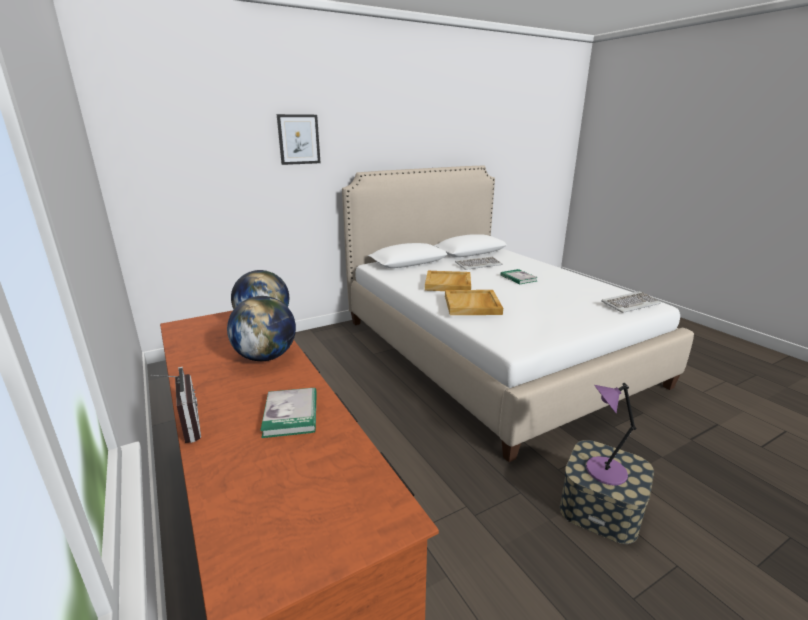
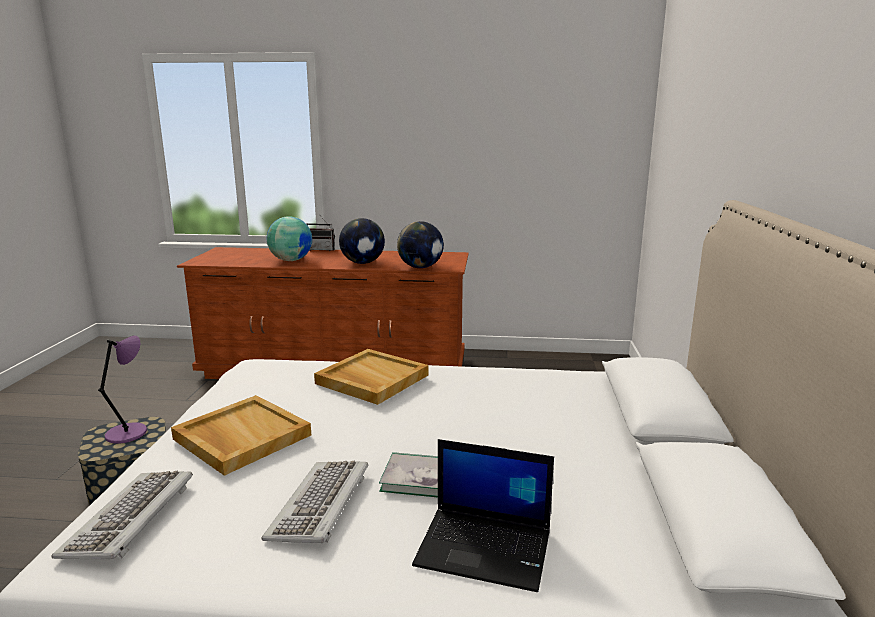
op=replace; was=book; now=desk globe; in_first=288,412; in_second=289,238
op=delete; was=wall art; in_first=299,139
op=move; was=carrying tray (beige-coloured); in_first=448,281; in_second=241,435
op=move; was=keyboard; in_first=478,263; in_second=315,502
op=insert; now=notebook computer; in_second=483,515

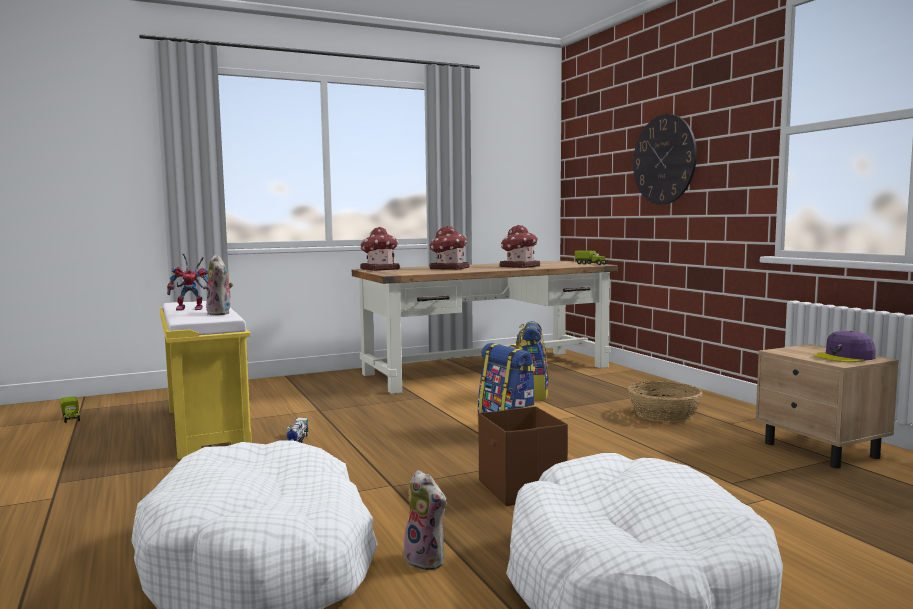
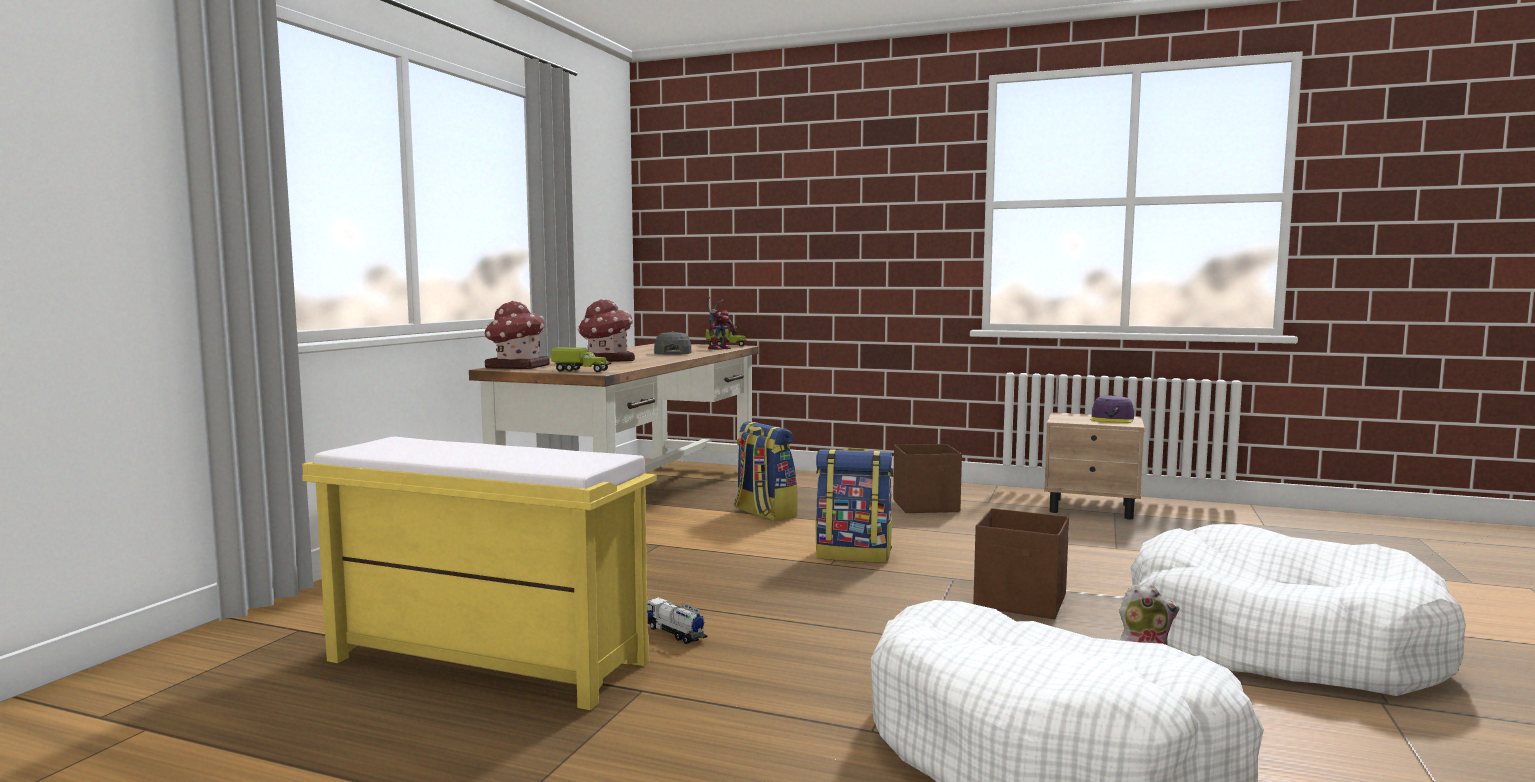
op=move; was=model truck; in_first=70,409; in_second=581,359
op=move; was=robot figure; in_first=187,282; in_second=722,323
op=delete; was=soft toy; in_first=219,284
op=replace; was=toy house; now=baseball cap (grey); in_first=520,246; in_second=673,343
op=replace; was=storage basket; now=storage bin (brownish); in_first=665,402; in_second=927,478
op=delete; was=hanging clock; in_first=665,159

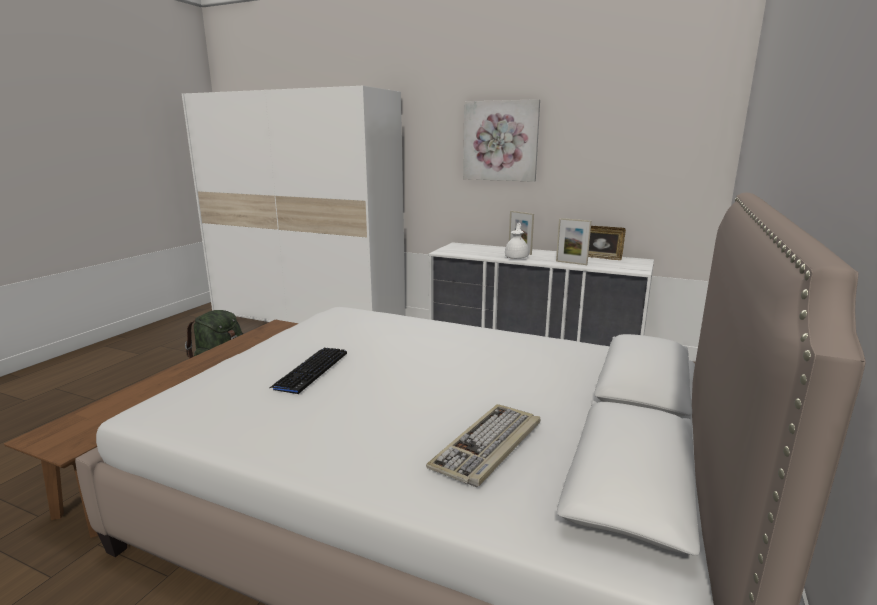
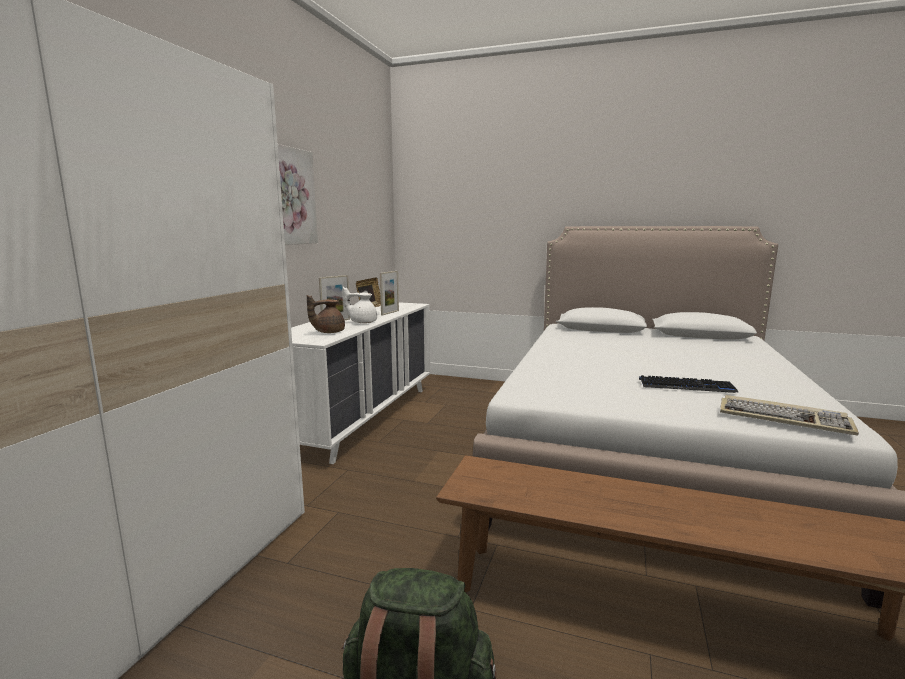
op=move; was=keyboard; in_first=483,445; in_second=789,415
op=insert; now=pot for tea (brownish); in_second=326,314

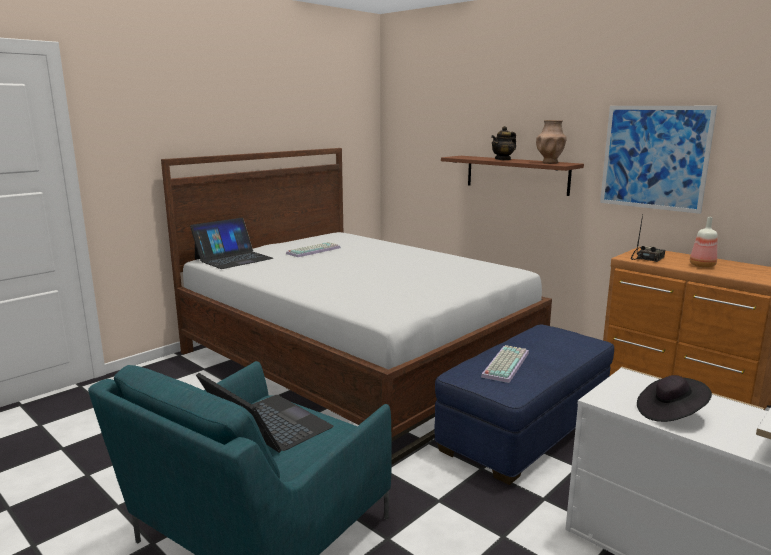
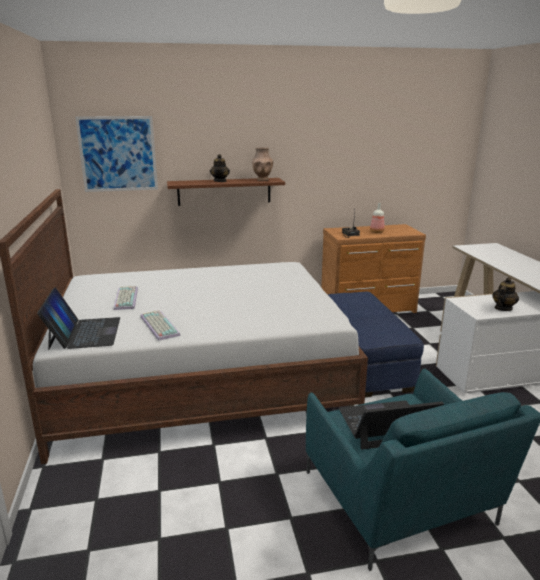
op=move; was=keyboard; in_first=505,364; in_second=160,325
op=move; was=wall art; in_first=658,160; in_second=116,154
op=replace; was=clothing hat (blackish); now=pot for tea; in_first=674,398; in_second=505,294

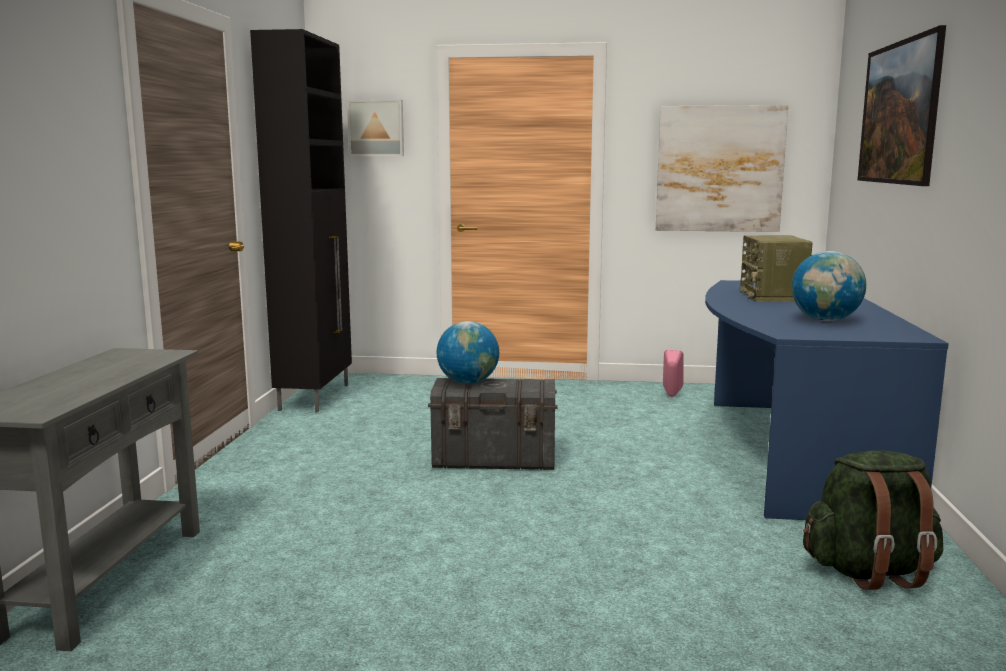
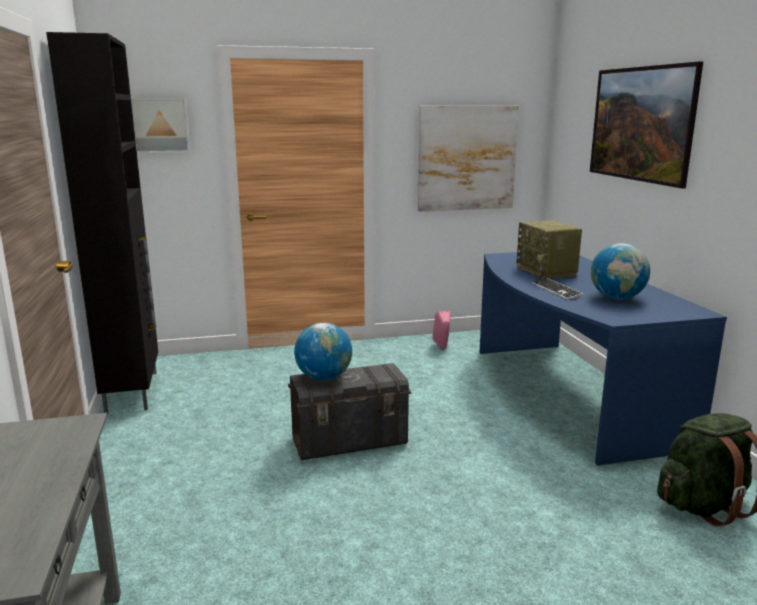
op=insert; now=keyboard; in_second=557,289

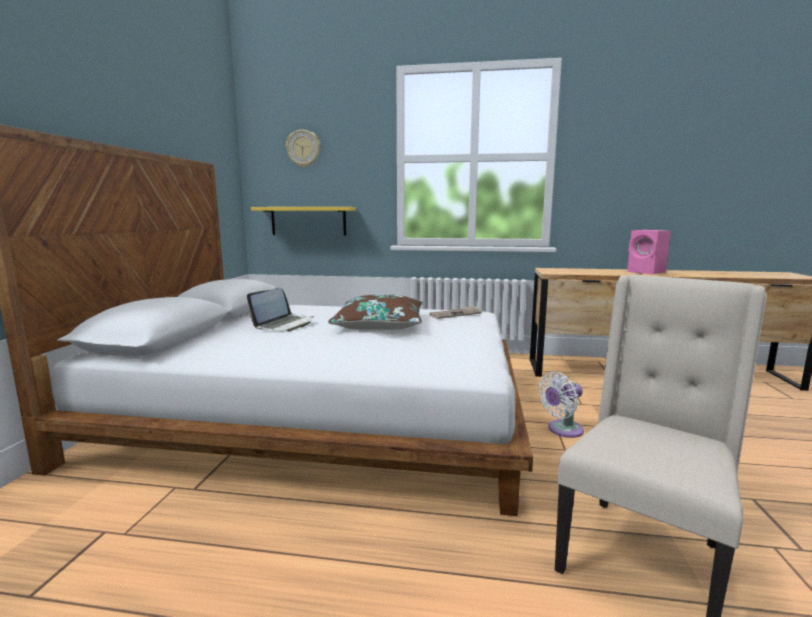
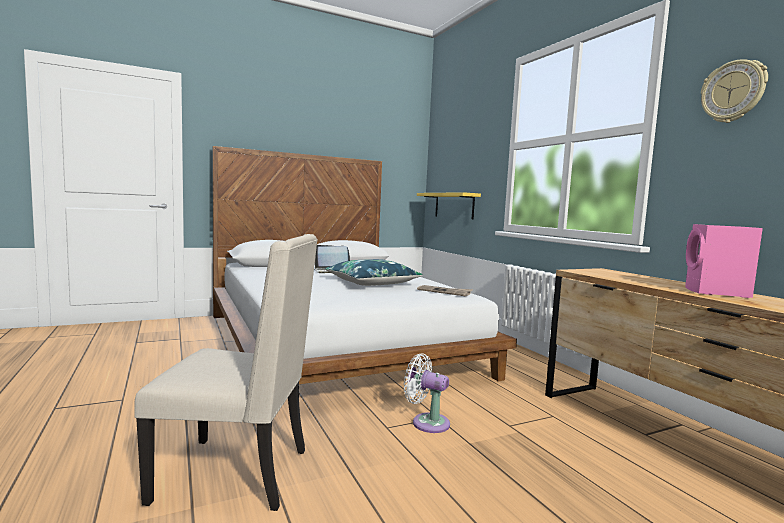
op=move; was=hanging clock; in_first=303,148; in_second=734,91
op=recolor; was=throw pillow (brownish); now=throw pillow (bluish); in_first=375,312; in_second=374,272

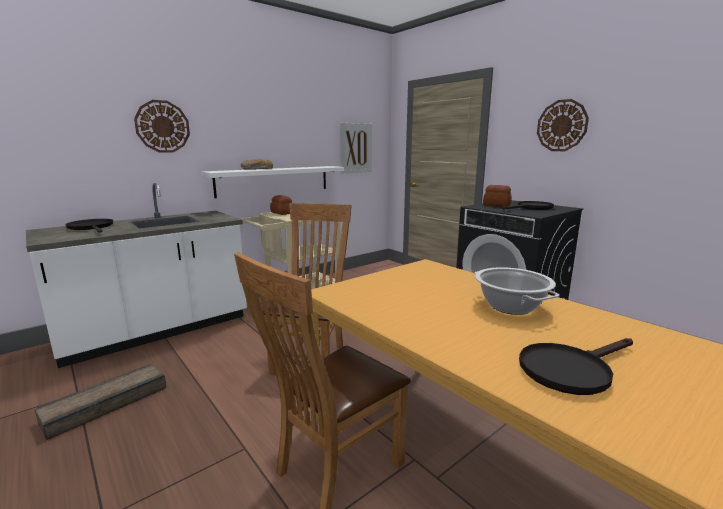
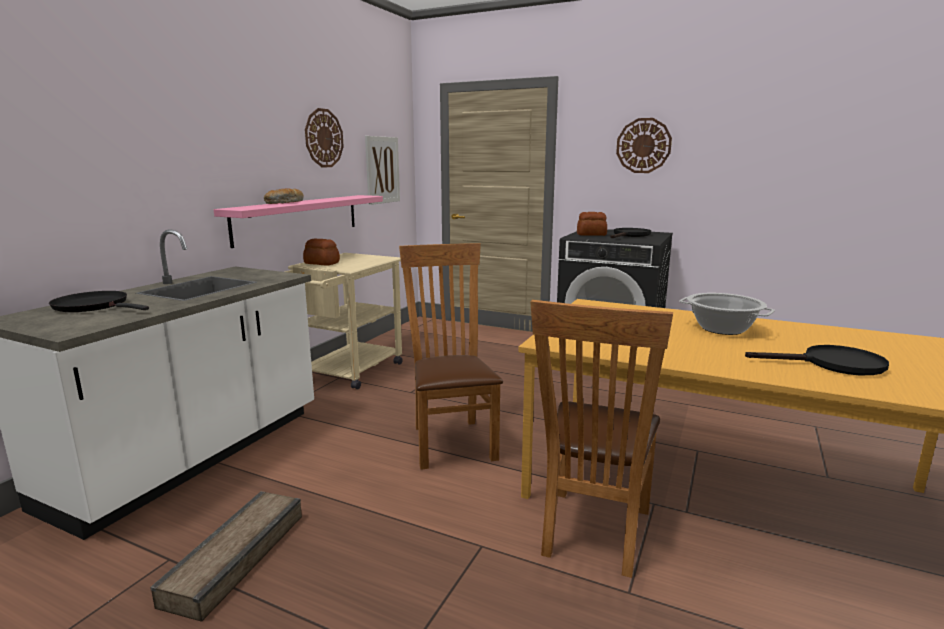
op=move; was=hanging clock; in_first=162,126; in_second=324,137
op=recolor; was=bracket shelf (white); now=bracket shelf (pinkish); in_first=272,182; in_second=298,221
op=rotate; was=frying pan (blackish); in_first=576,366; in_second=817,360; clockwise=-120

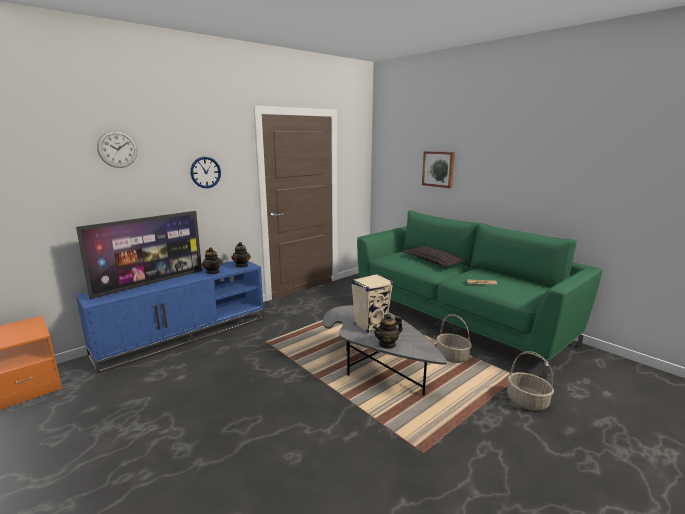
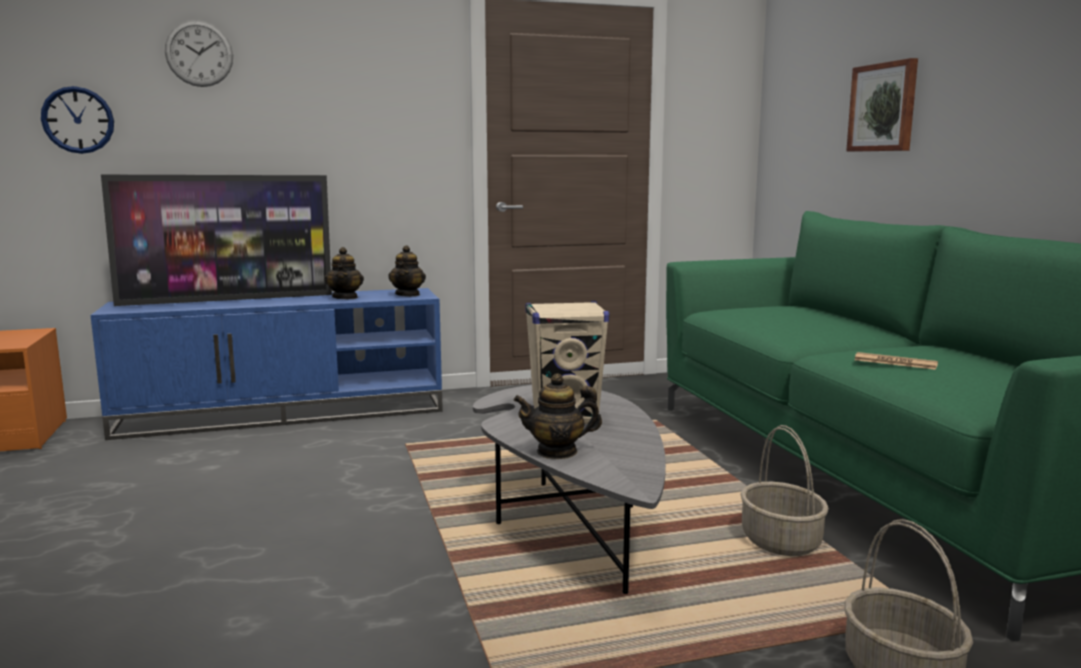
op=move; was=hanging clock; in_first=205,172; in_second=77,120
op=delete; was=throw pillow; in_first=435,256

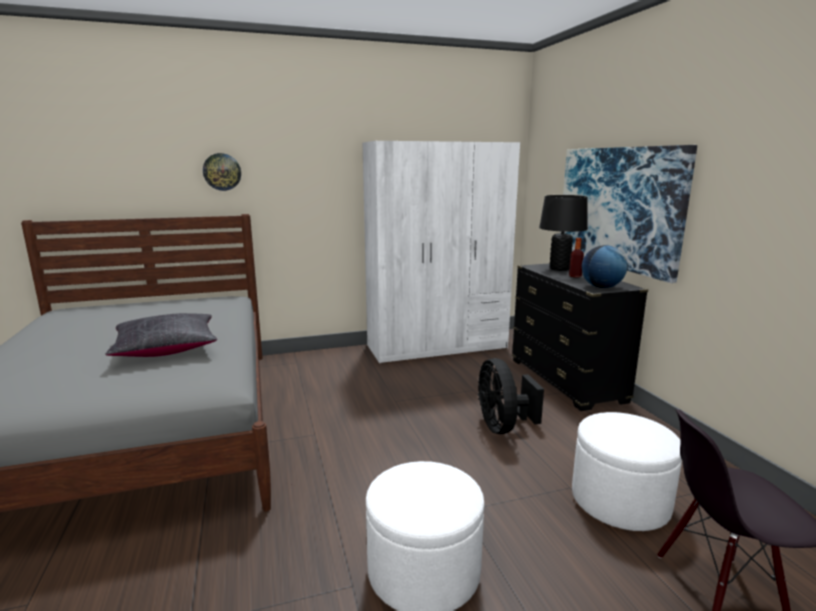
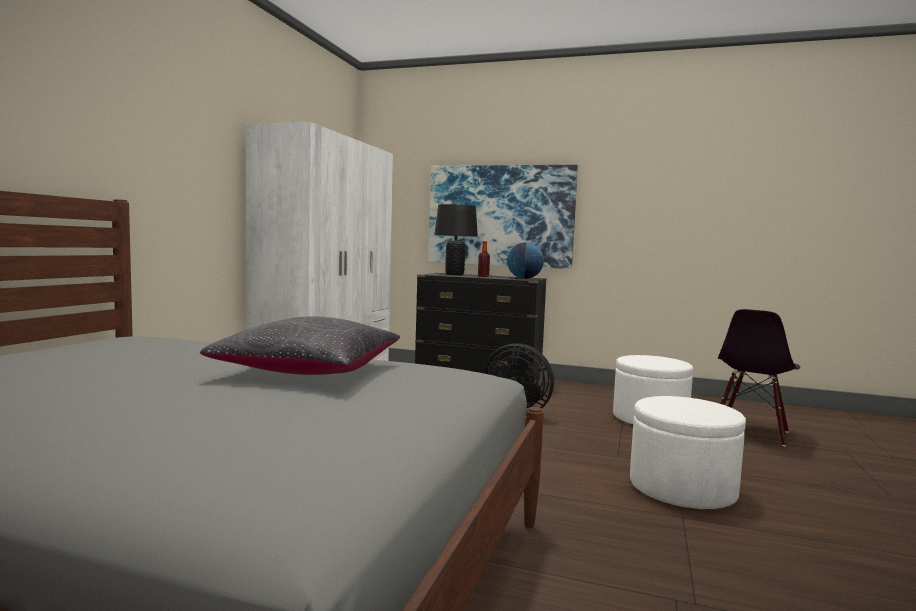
op=delete; was=hanging clock; in_first=222,172

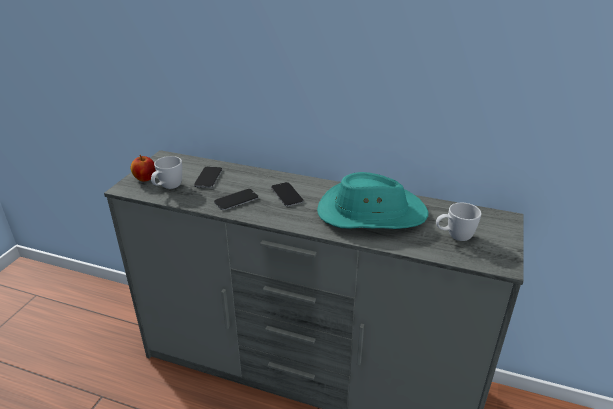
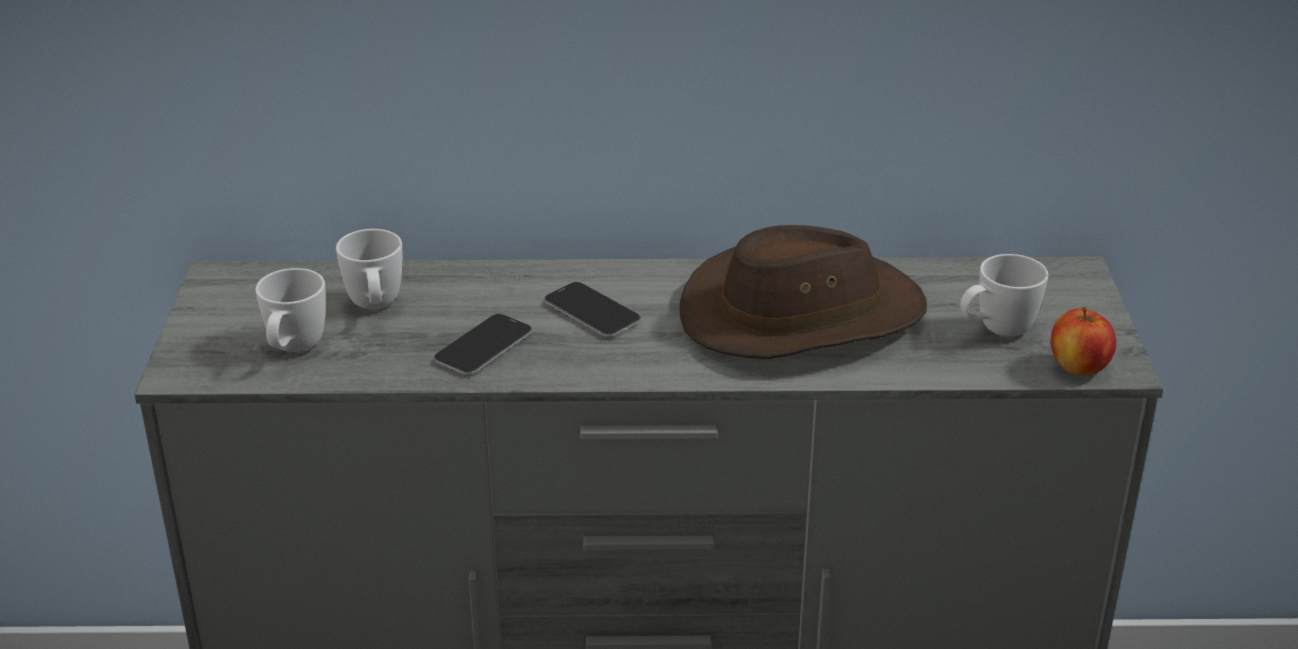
op=move; was=apple fruit; in_first=143,168; in_second=1083,341
op=replace; was=handset; now=tea mug (white); in_first=208,177; in_second=369,269
op=recolor; was=clothing hat (blue-green); now=clothing hat (brownish); in_first=373,200; in_second=803,292

